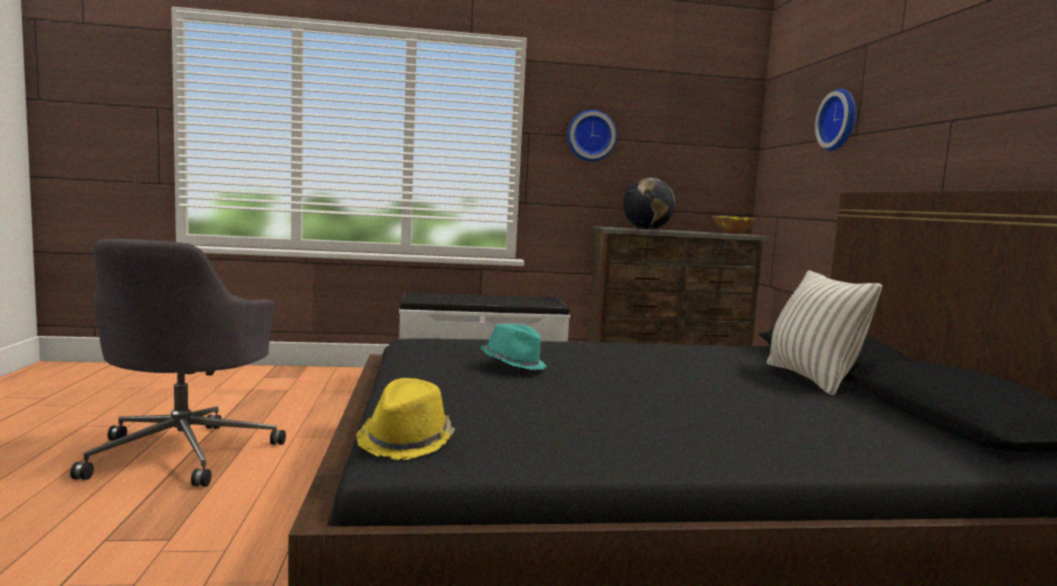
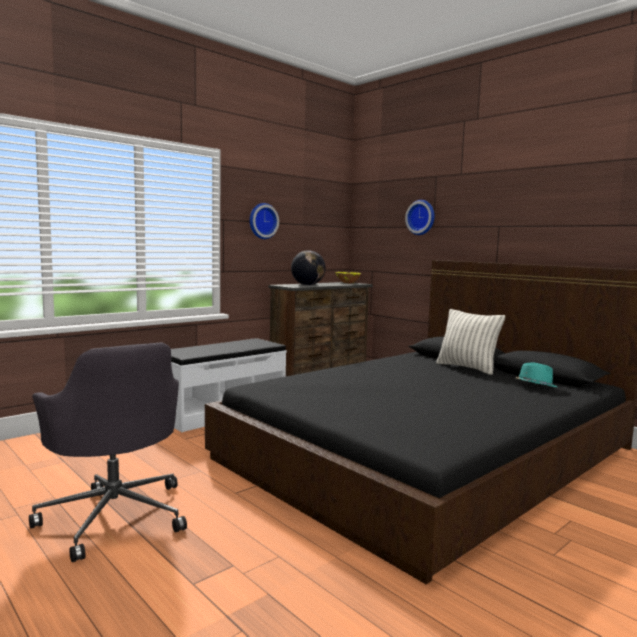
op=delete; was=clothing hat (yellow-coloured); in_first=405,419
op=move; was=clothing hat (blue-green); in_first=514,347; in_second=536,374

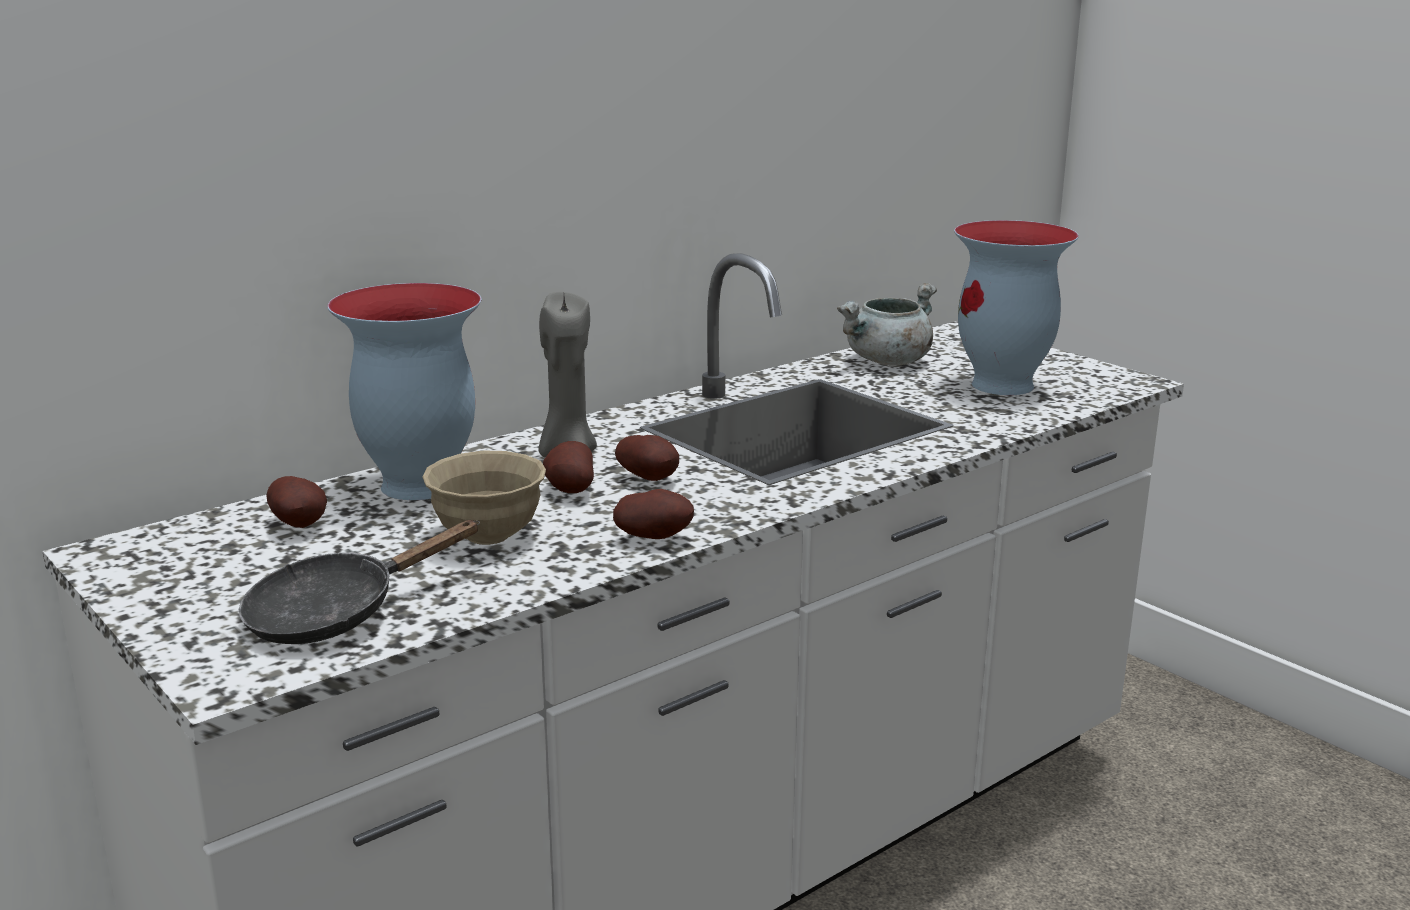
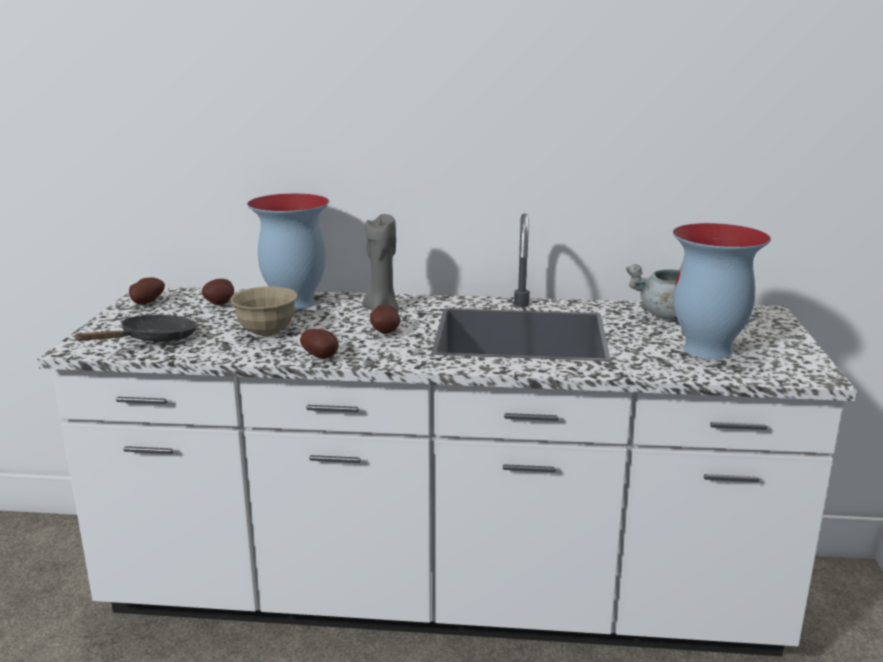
op=rotate; was=frying pan (blackish); in_first=359,582; in_second=135,328; clockwise=120
op=move; was=potato; in_first=568,467; in_second=147,291

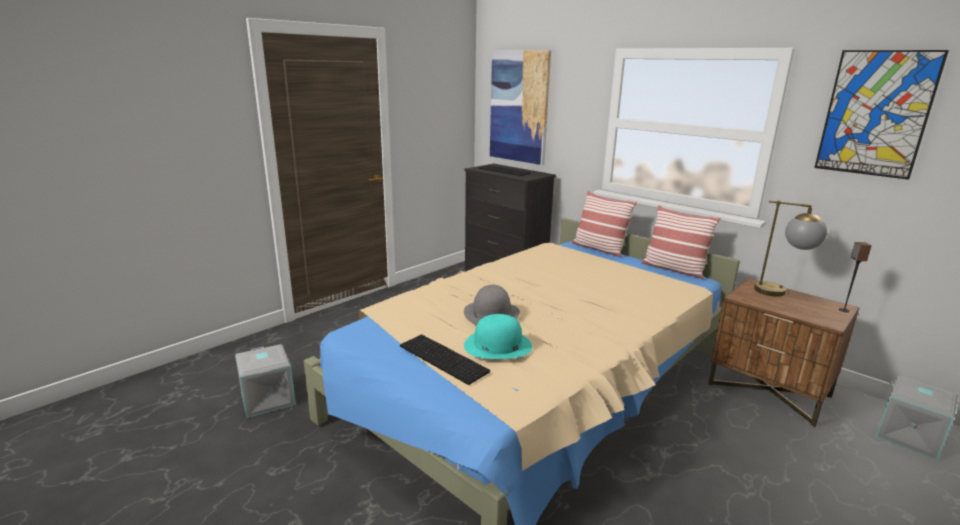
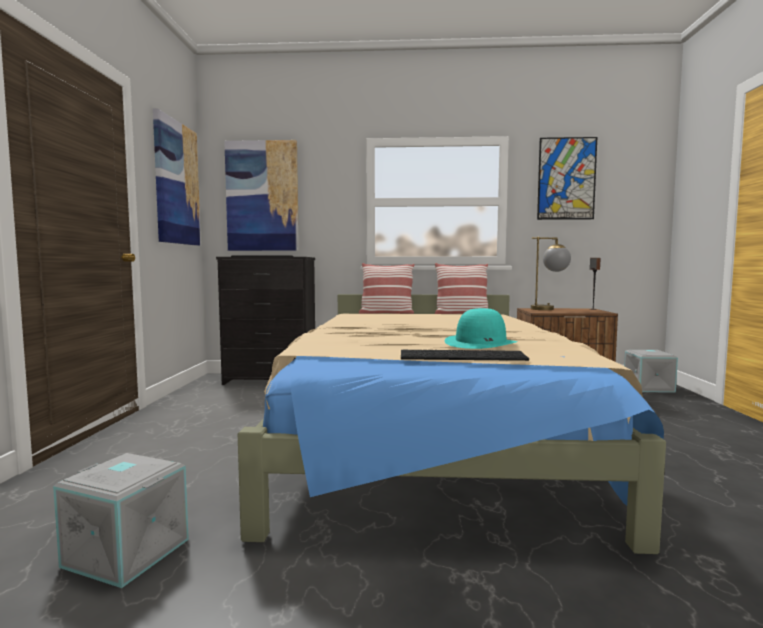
op=delete; was=clothing hat (grey); in_first=492,305
op=insert; now=wall art; in_second=177,177

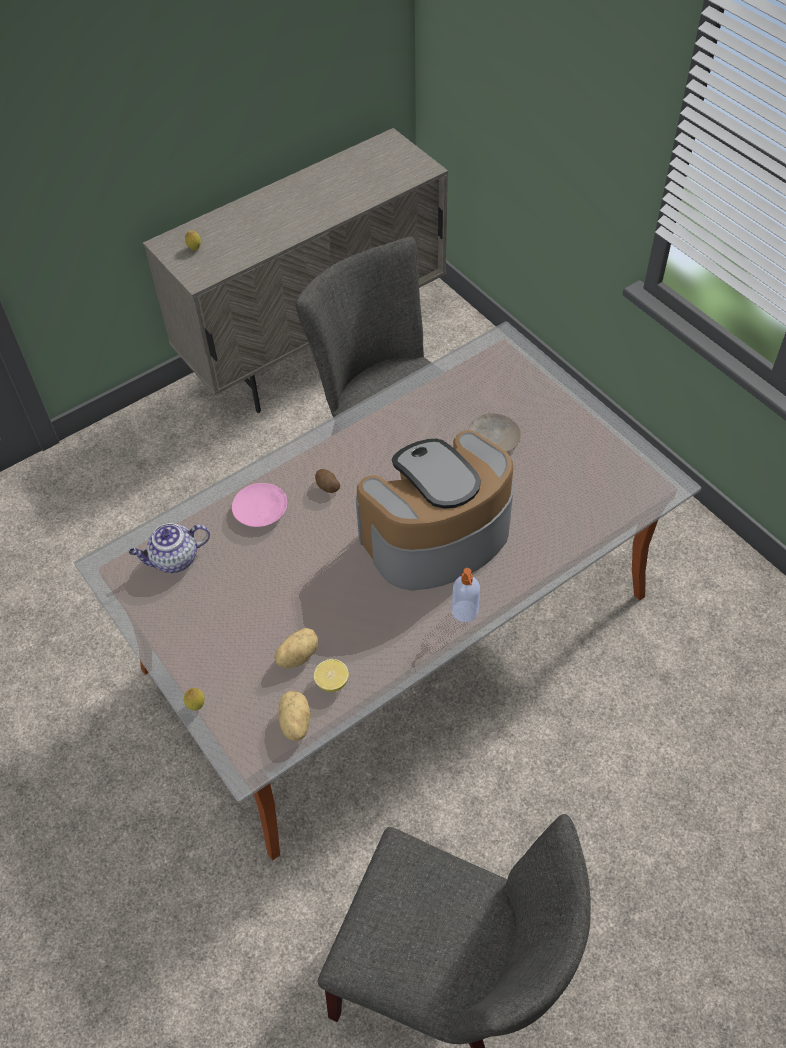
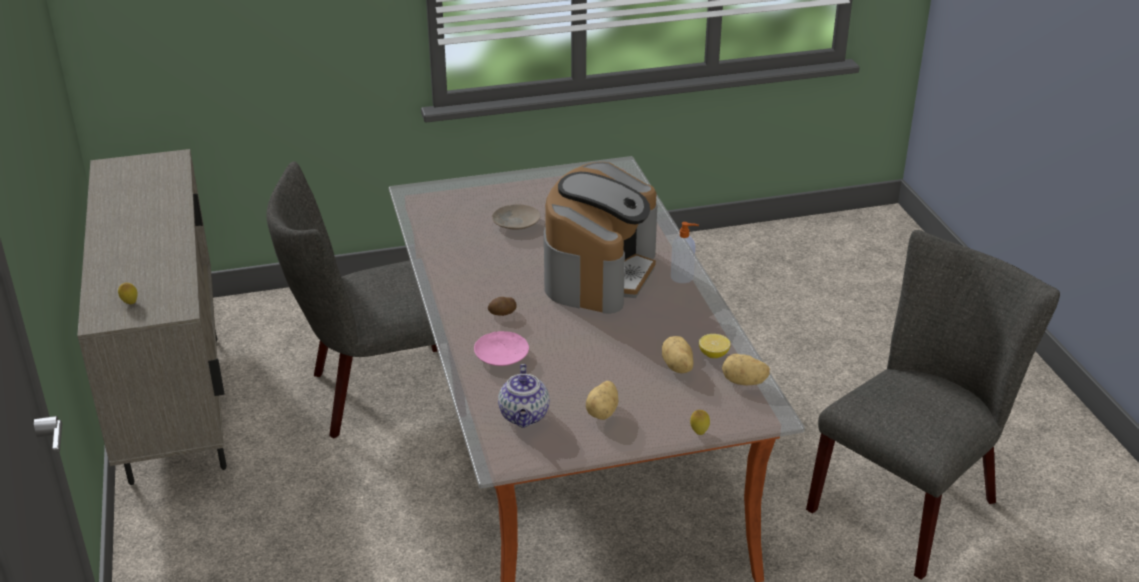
op=rotate; was=coffee machine; in_first=434,510; in_second=600,238; clockwise=-150
op=insert; now=potato; in_second=602,400

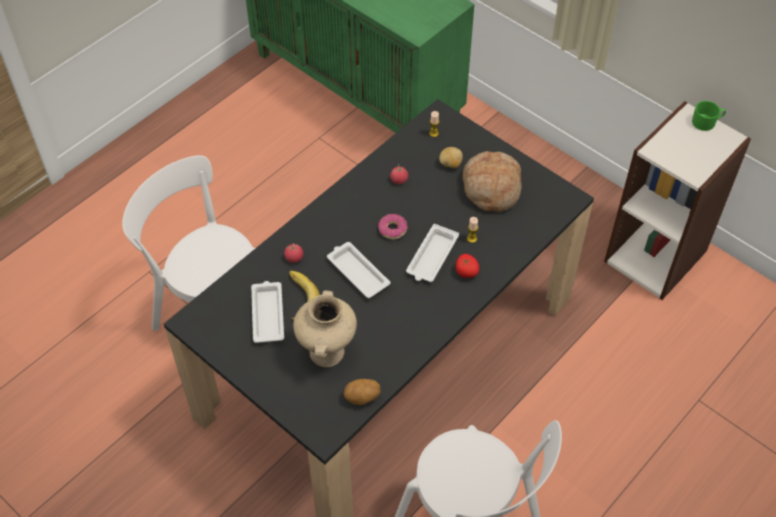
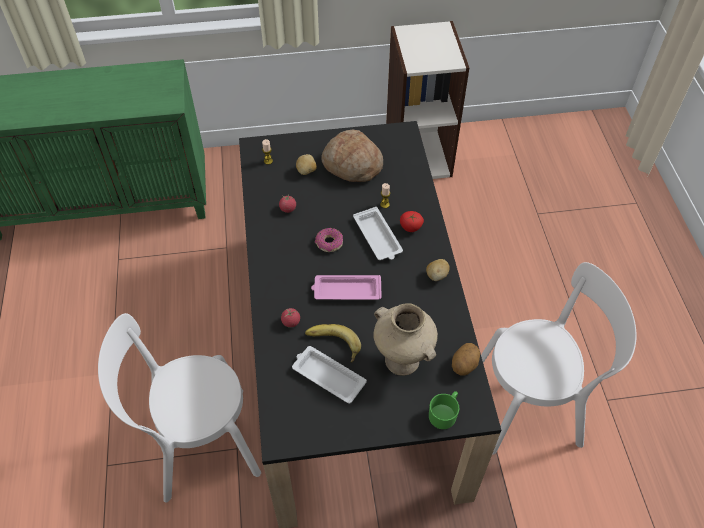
op=recolor; was=carrying tray (white); now=carrying tray (pinkish); in_first=358,270; in_second=346,287
op=move; was=tea mug (greenish); in_first=709,116; in_second=444,410
op=insert; now=potato; in_second=438,270

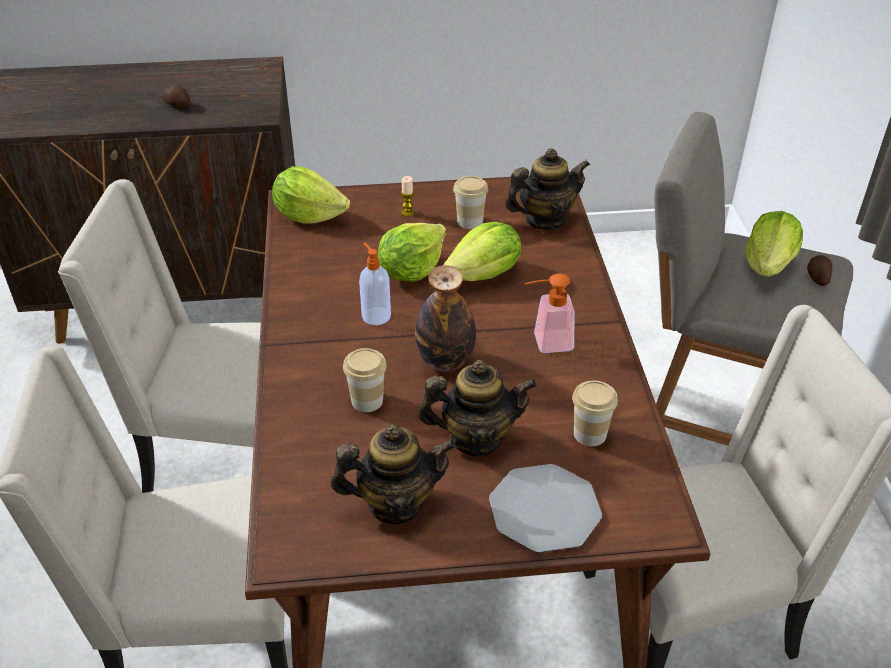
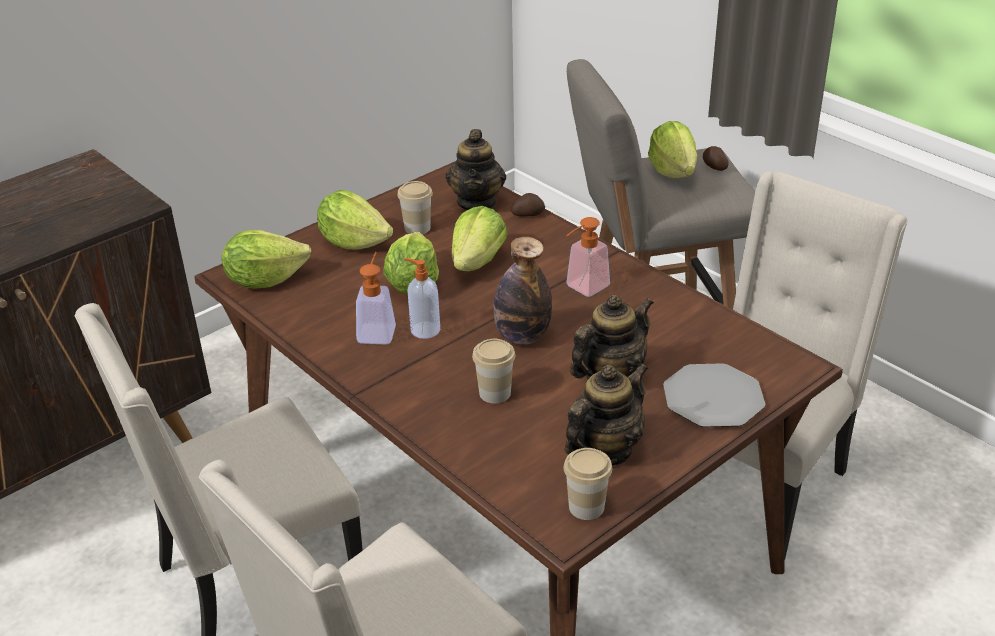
op=move; was=potato; in_first=176,96; in_second=528,204
op=replace; was=candle; now=lettuce; in_first=408,196; in_second=355,219
op=rotate; was=pot for tea; in_first=547,189; in_second=475,169; clockwise=150
op=move; was=cup; in_first=595,413; in_second=588,484
op=insert; now=soap dispenser; in_second=376,298

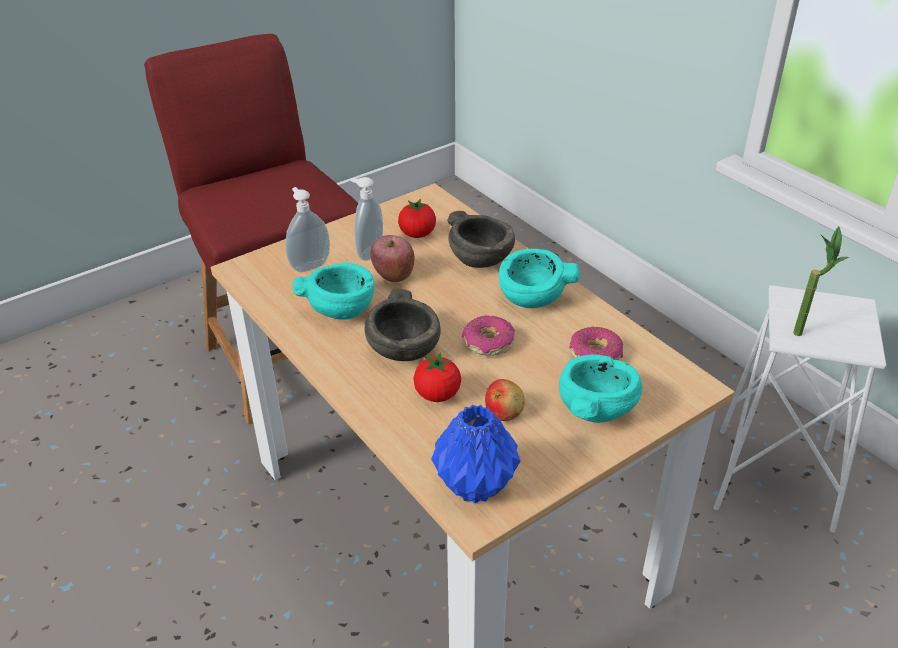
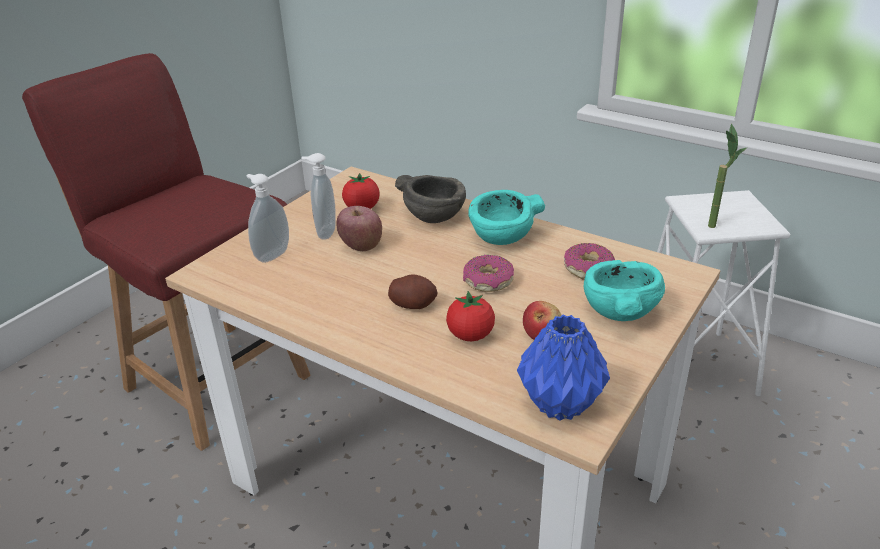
op=delete; was=serving bowl (blue-green); in_first=333,291
op=replace; was=serving bowl (grey); now=potato; in_first=403,324; in_second=413,291

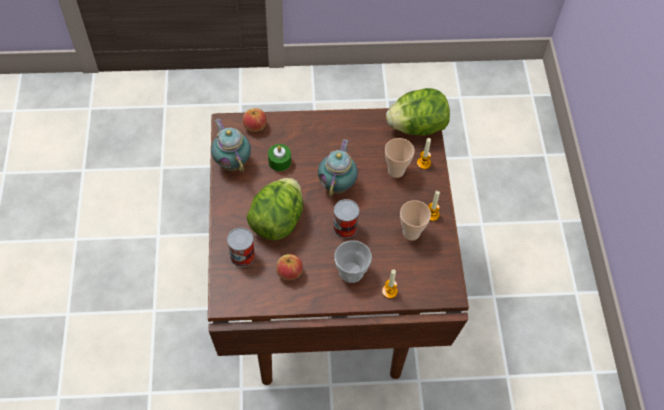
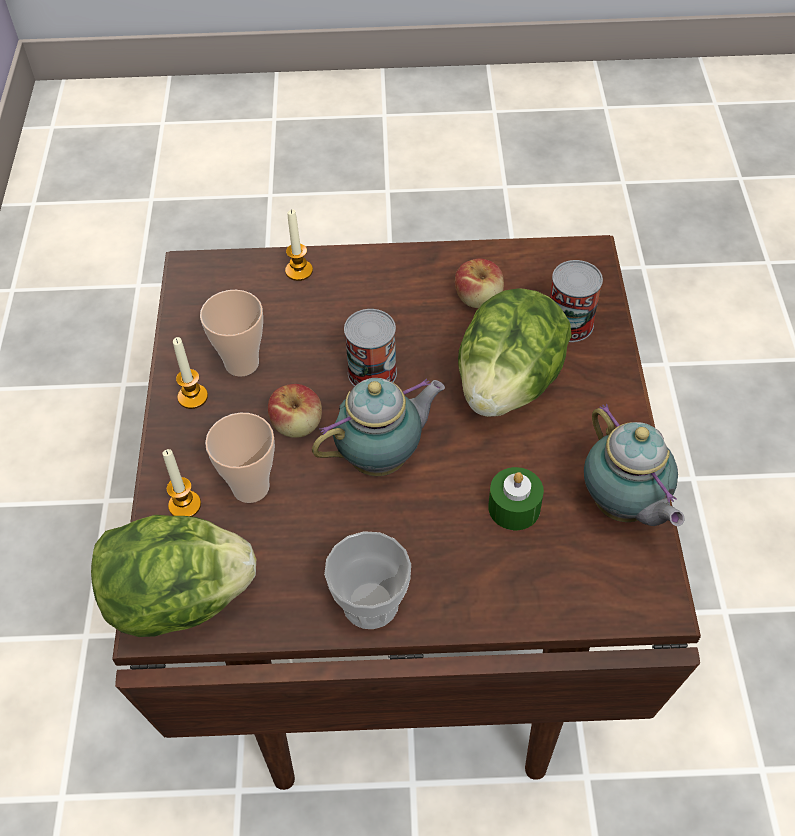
op=move; was=apple fruit; in_first=255,120; in_second=295,411
op=rotate; was=pot for tea; in_first=338,168; in_second=378,427; clockwise=-135
op=move; was=cup; in_first=353,261; in_second=367,580

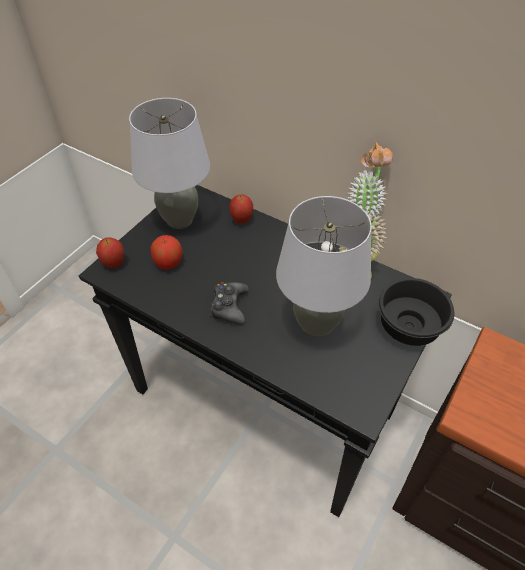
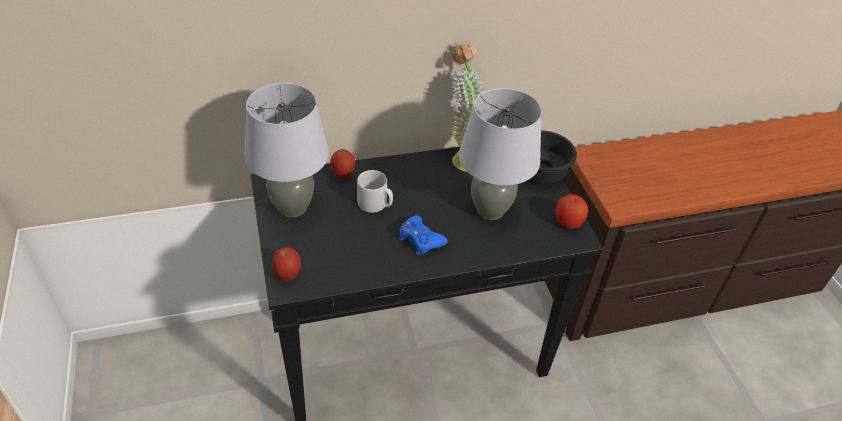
op=move; was=apple fruit; in_first=166,252; in_second=572,211
op=recolor; was=gamepad (blackish); now=gamepad (bluish); in_first=229,303; in_second=423,235
op=insert; now=tea mug (grey); in_second=375,191

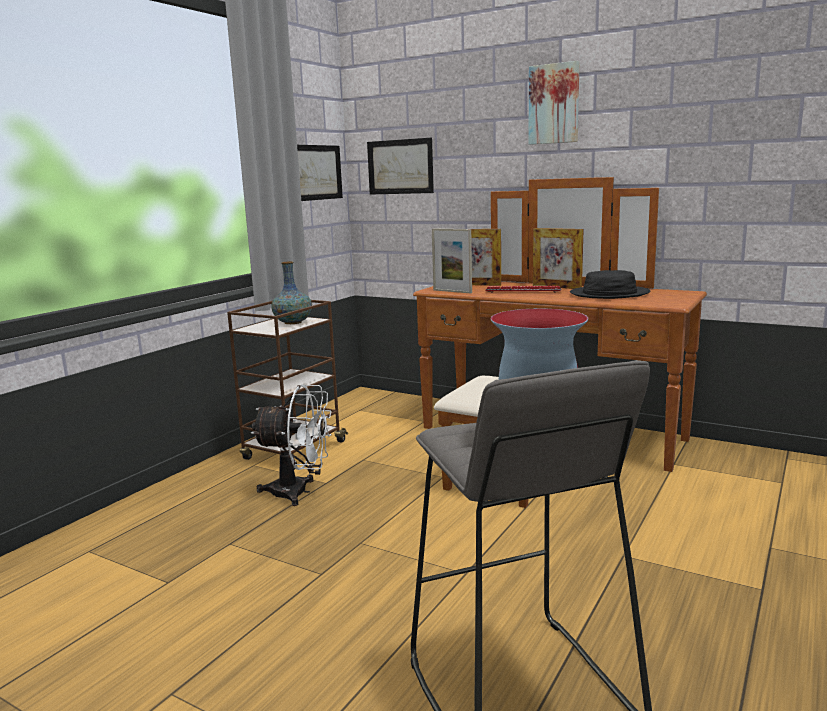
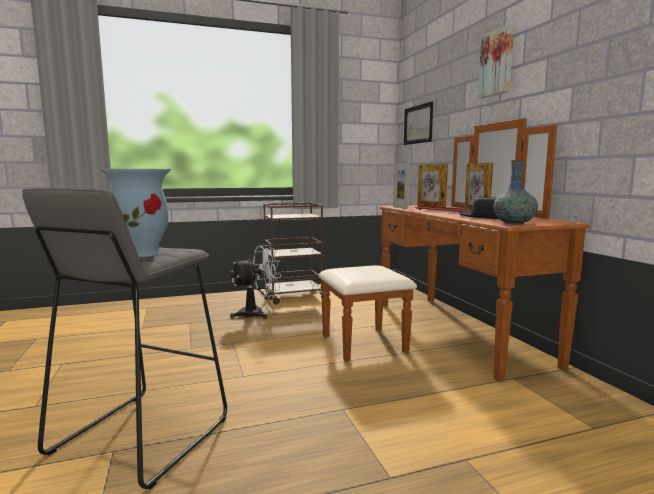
op=rotate; was=cooling fan (white); in_first=291,445; in_second=256,282; clockwise=-75
op=move; was=vase; in_first=291,292; in_second=515,192
op=delete; was=wall art; in_first=320,173

